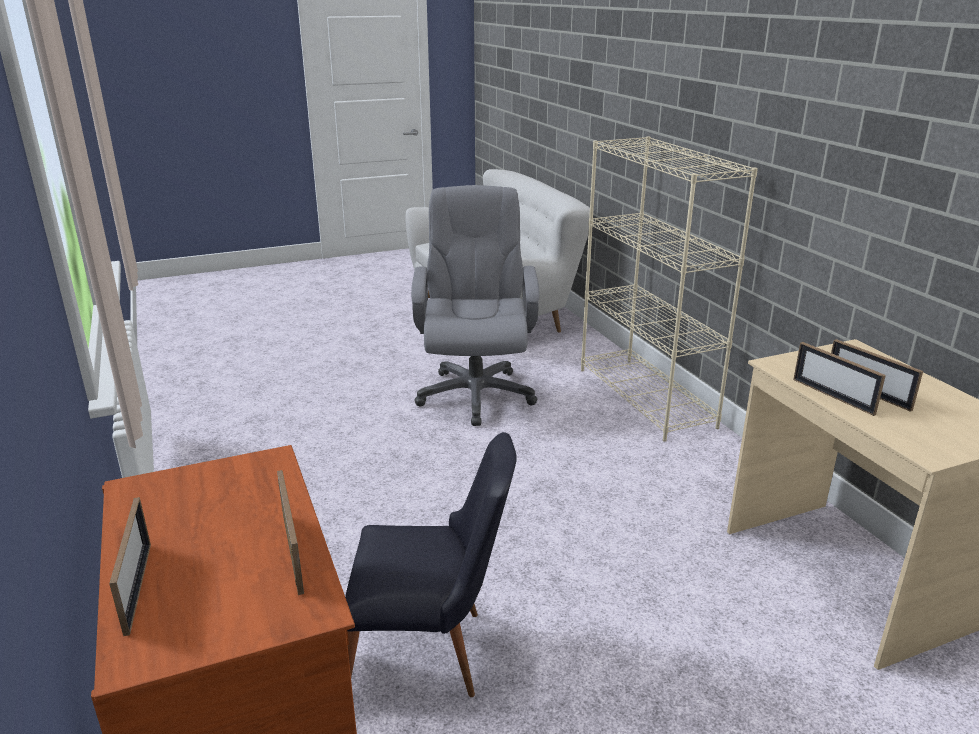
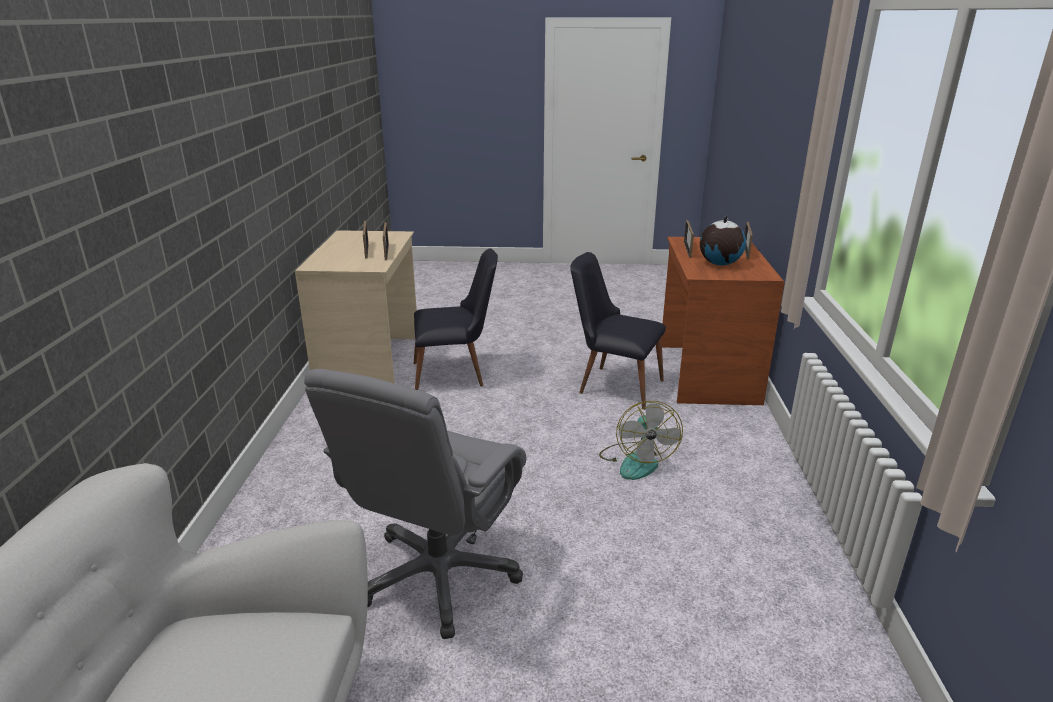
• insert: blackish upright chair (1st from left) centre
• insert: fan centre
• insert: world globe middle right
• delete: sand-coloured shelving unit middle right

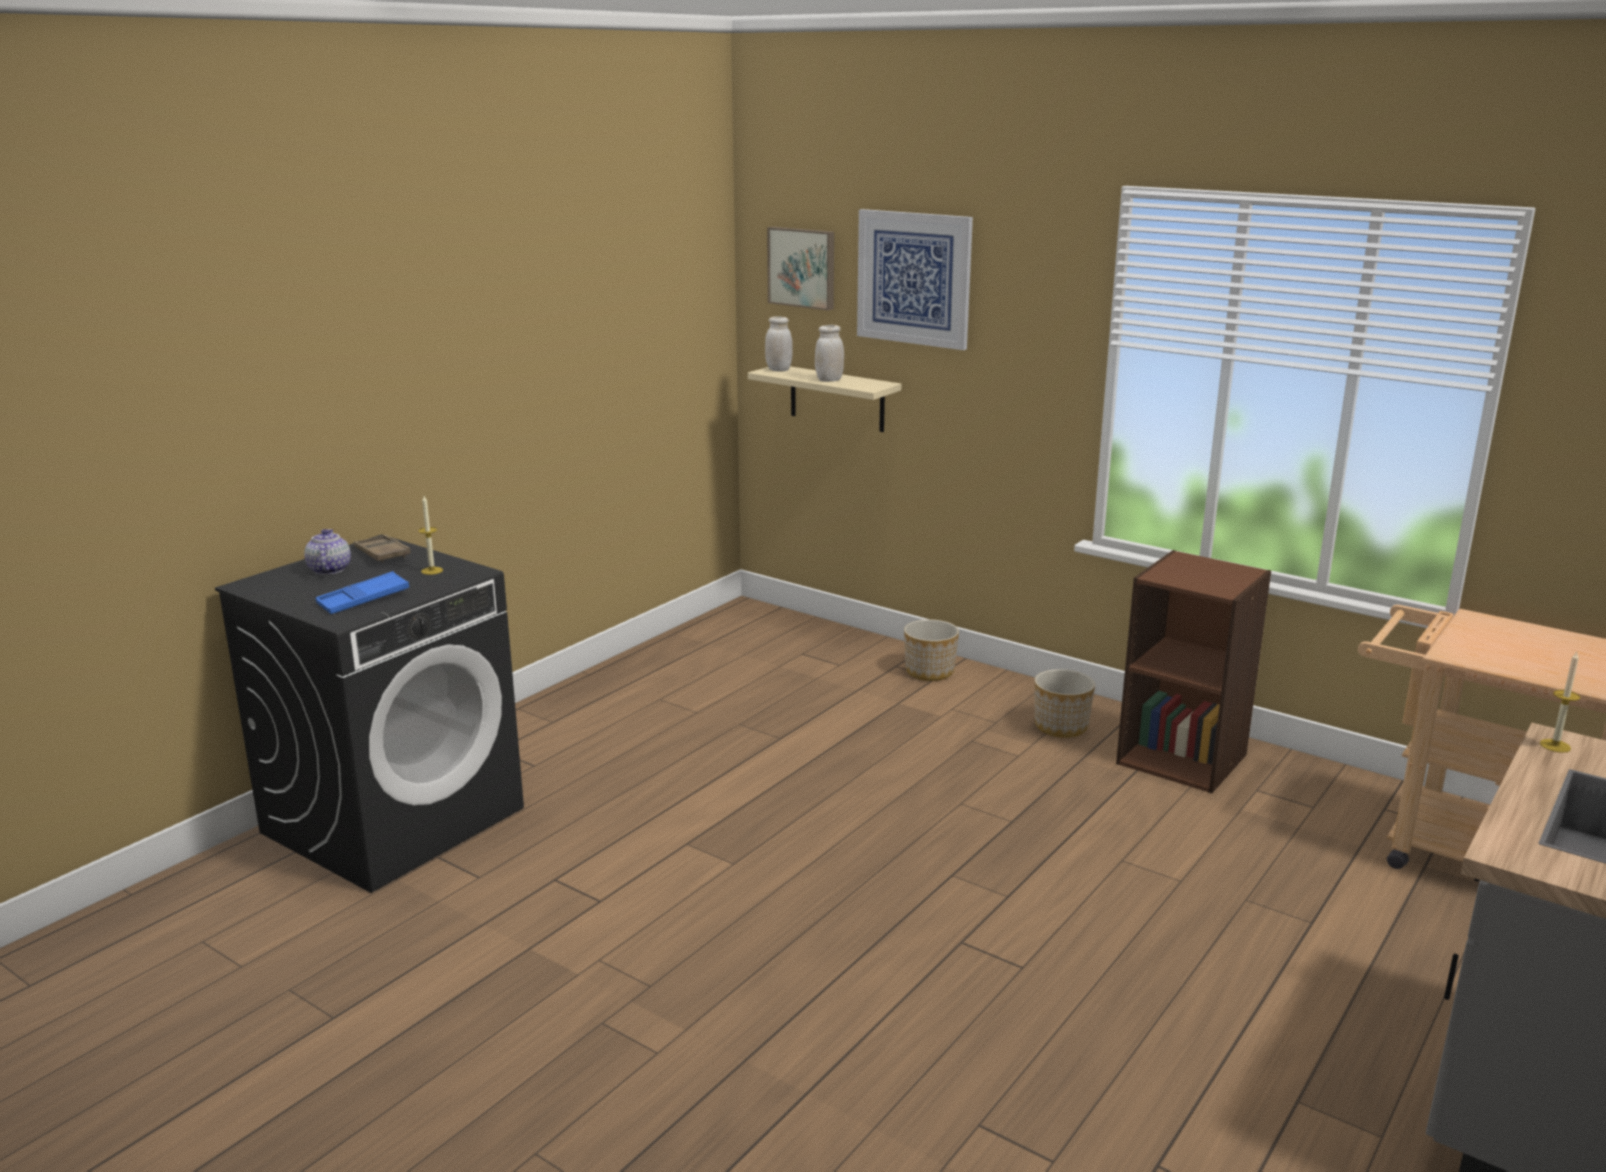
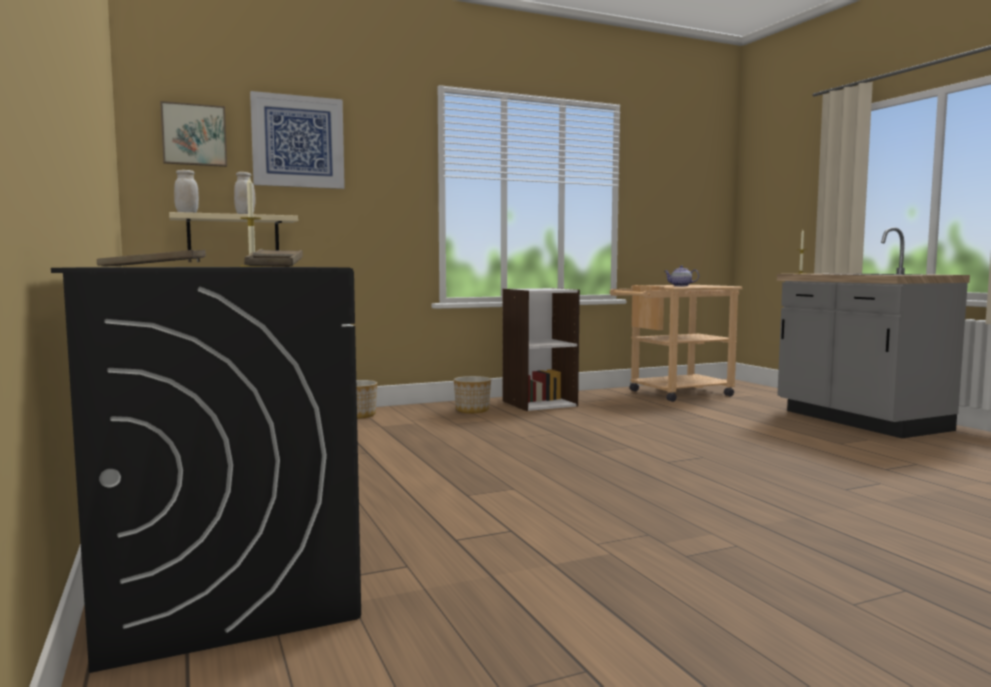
• recolor: blue tray middle left to brownish tray (2nd from left) middle left
• recolor: brownish shelving unit middle right to white shelving unit centre
• move: pot for tea middle left to middle right

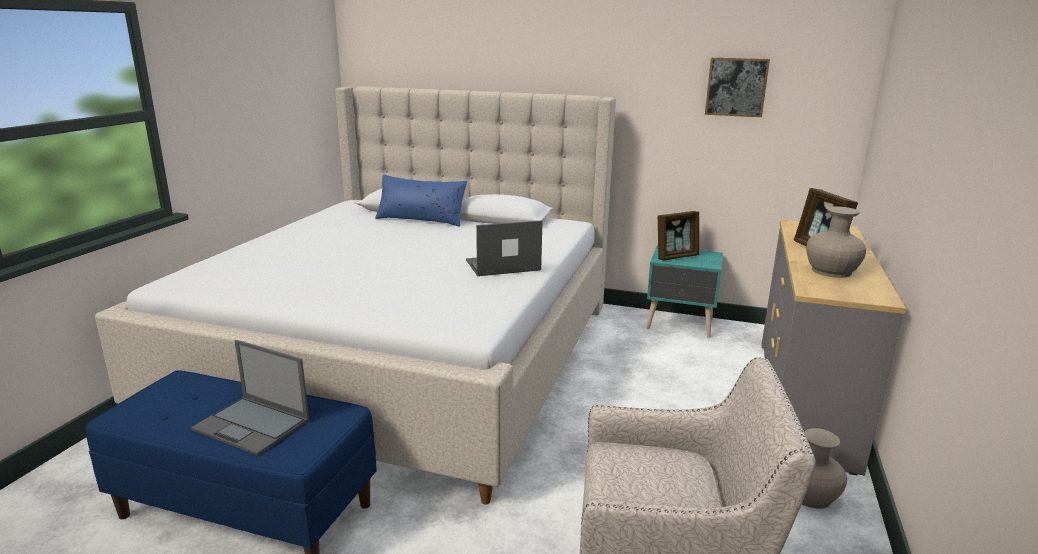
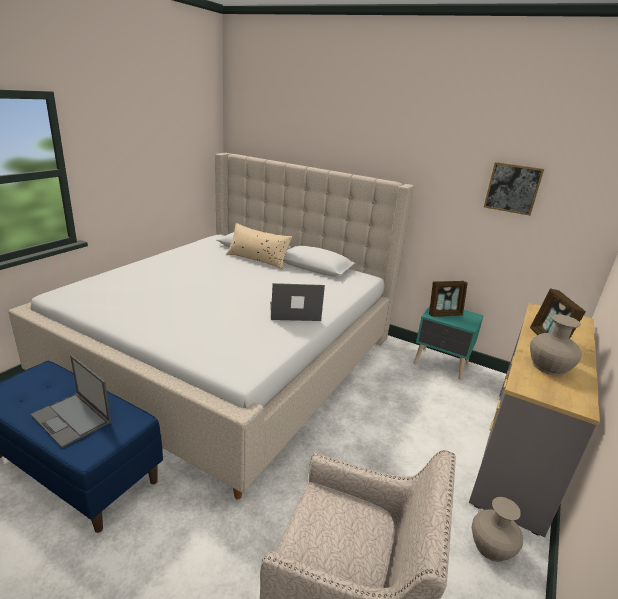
• recolor: blue throw pillow centre to sand-coloured throw pillow centre

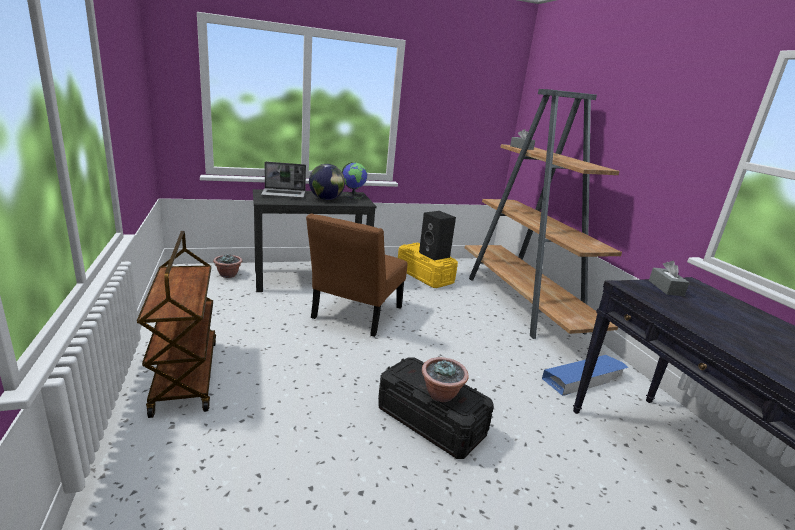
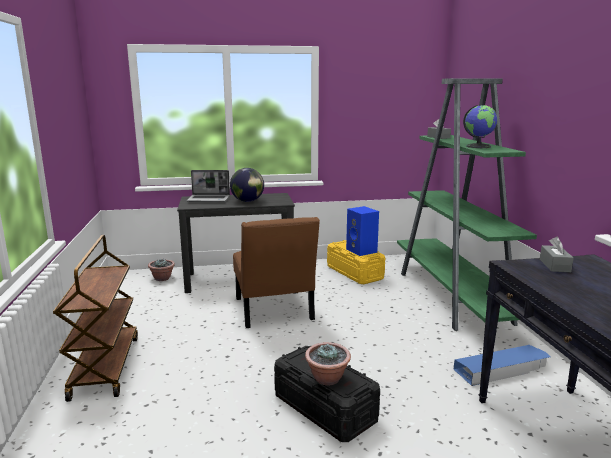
• rotate: brownish upright chair centre = centre 45 degrees counterclockwise
• recolor: blackish loudspeaker centre to blue loudspeaker centre
• recolor: brownish shelving unit middle right to greenish shelving unit middle right
• move: world globe (2nd from left) centre to top right

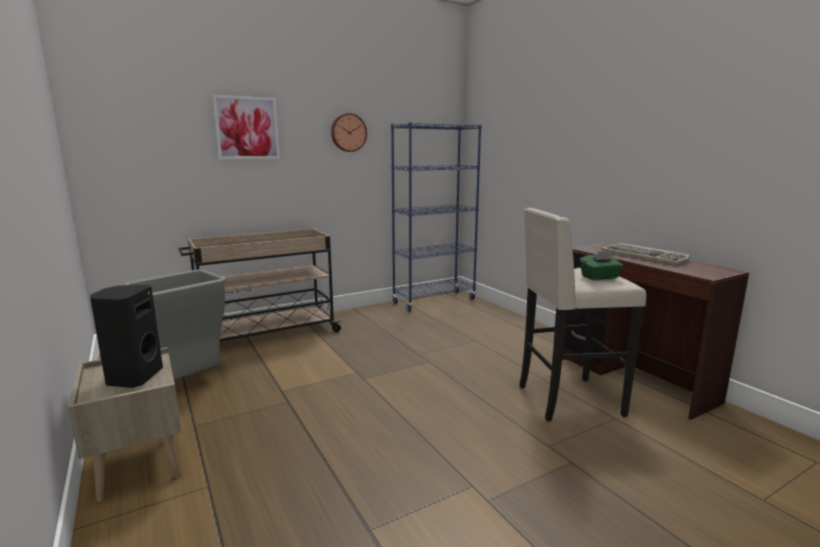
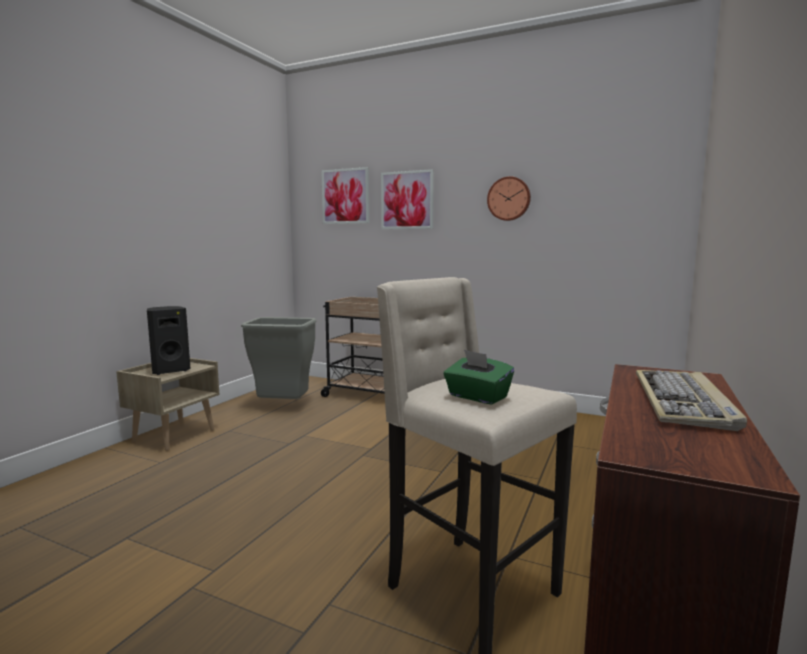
• insert: wall picture (1st from left) top centre
• delete: blue shelving unit centre

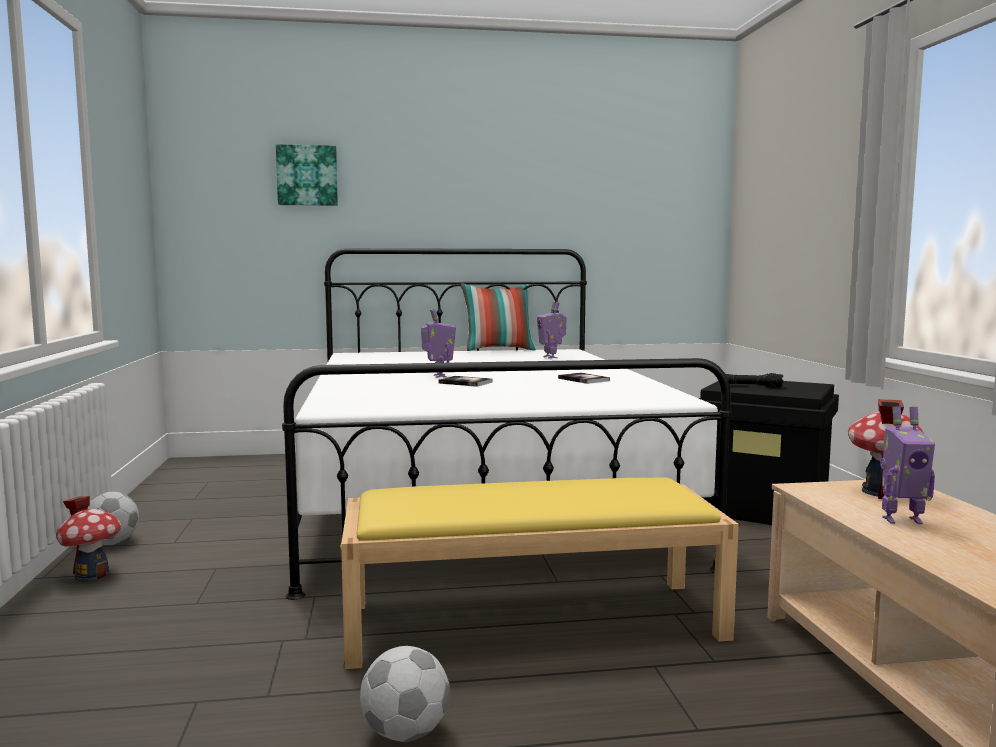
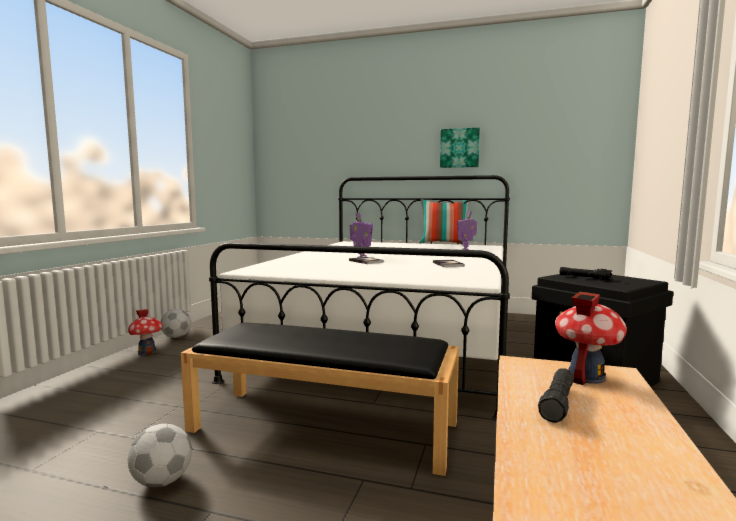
• recolor: yellowish long seat bottom centre to blackish long seat bottom centre
• move: wall picture top left to top centre
• replace: model robot (3rd from left) middle right to blackish flashlight (1st from left) bottom right

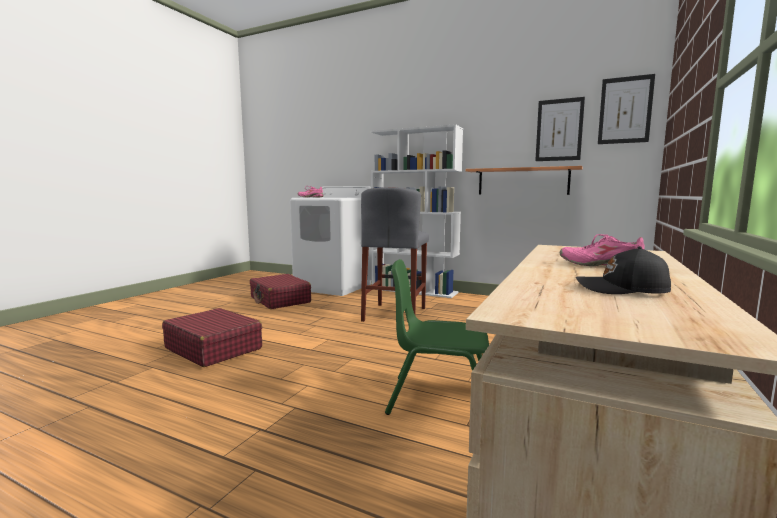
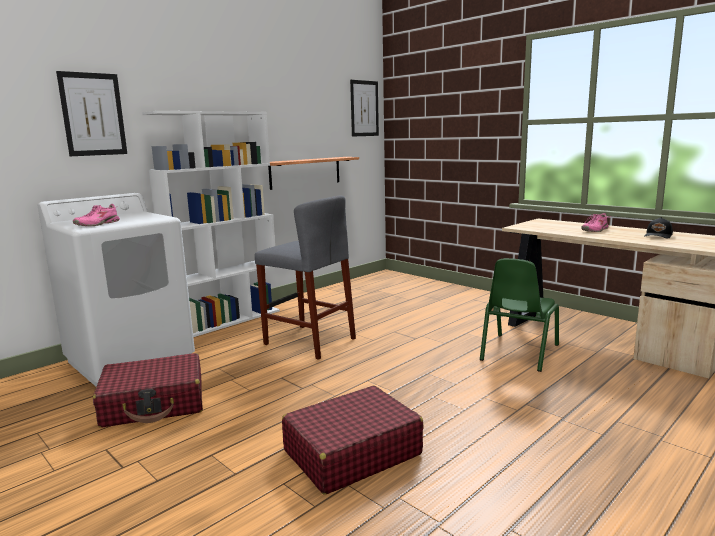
• move: wall picture (1st from left) top right to top left

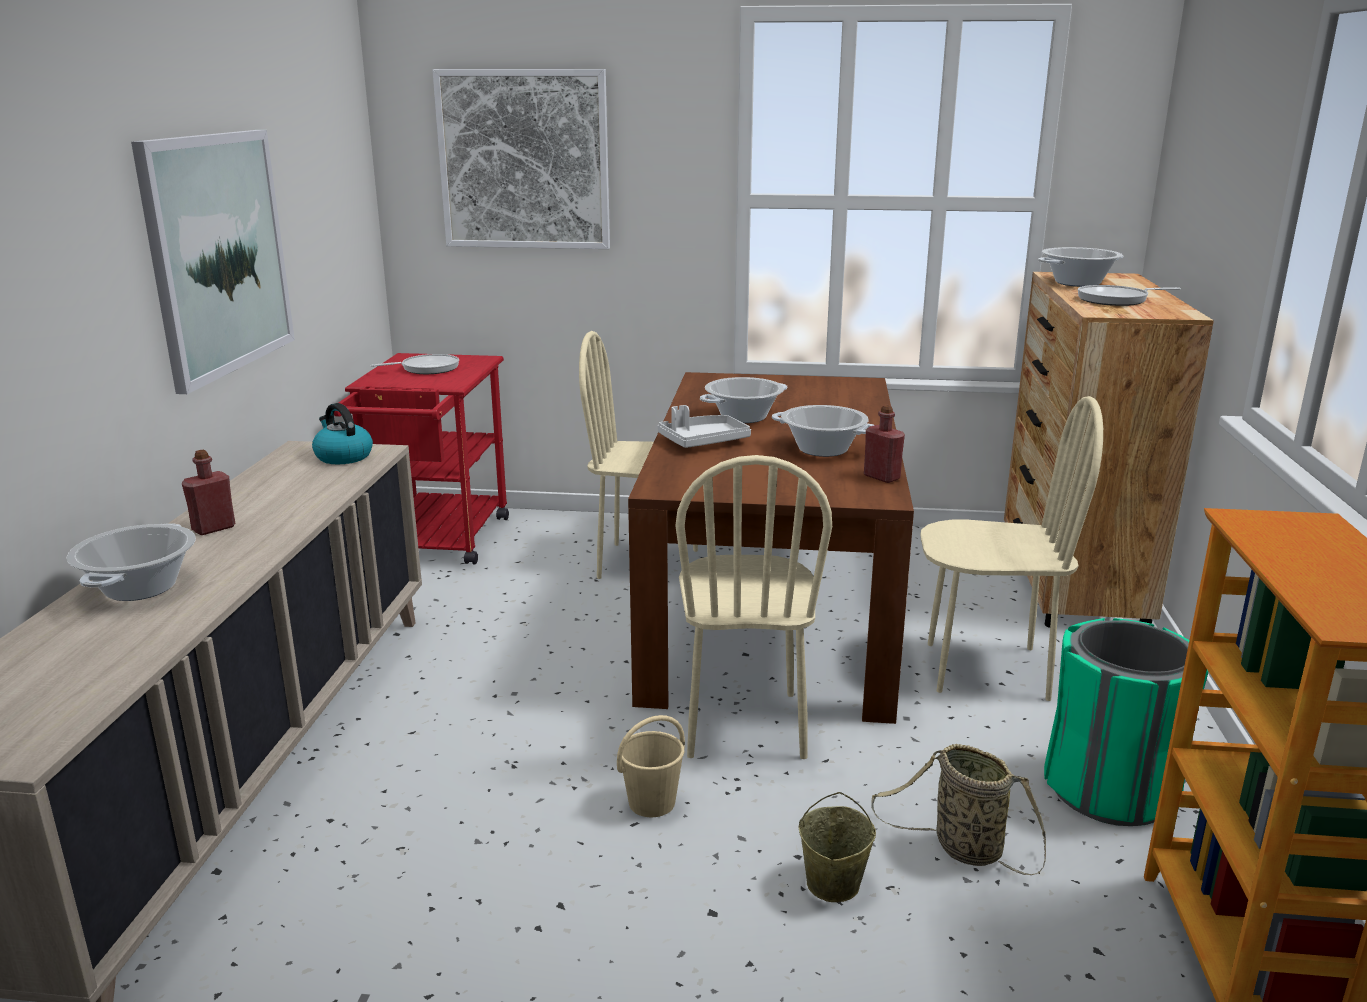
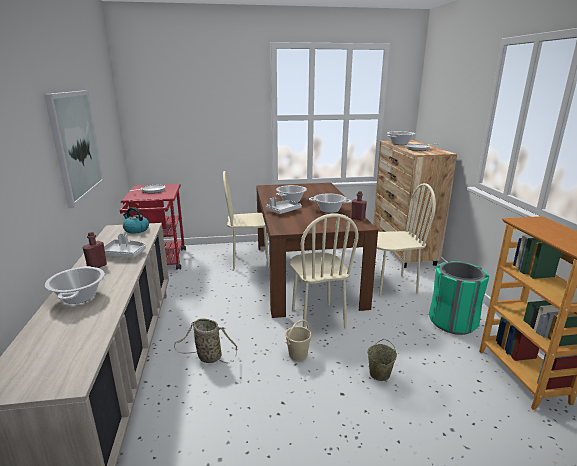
• insert: greyish tray (1st from left) middle left
• move: household basket bottom right to bottom centre
• delete: wall picture (2nd from left) top centre

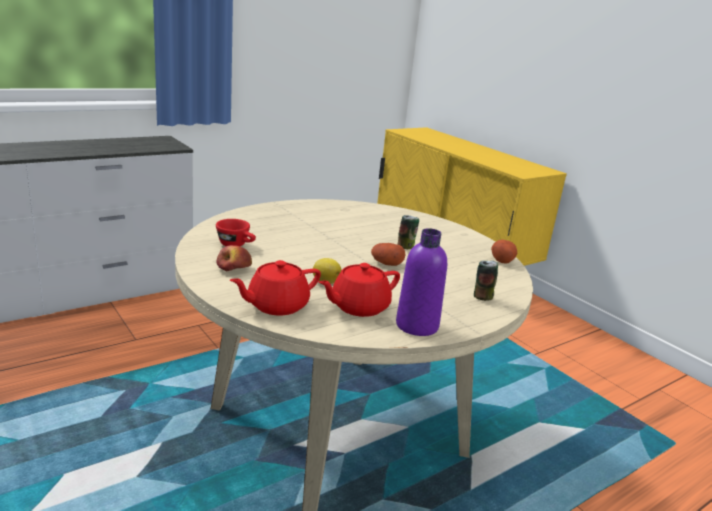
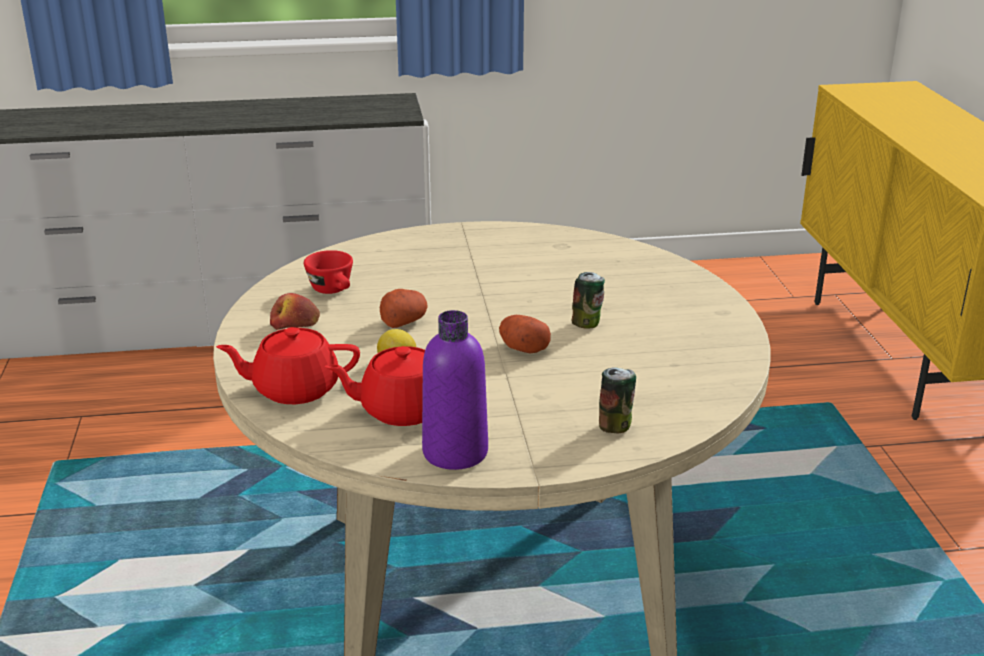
• move: potato (2nd from left in the first image) middle right to potato (1st from left) centre

